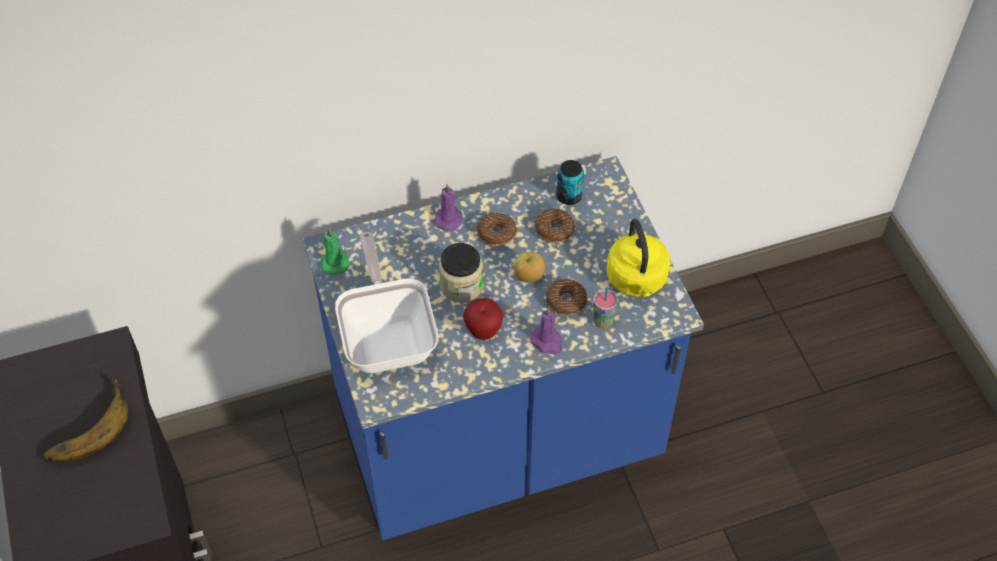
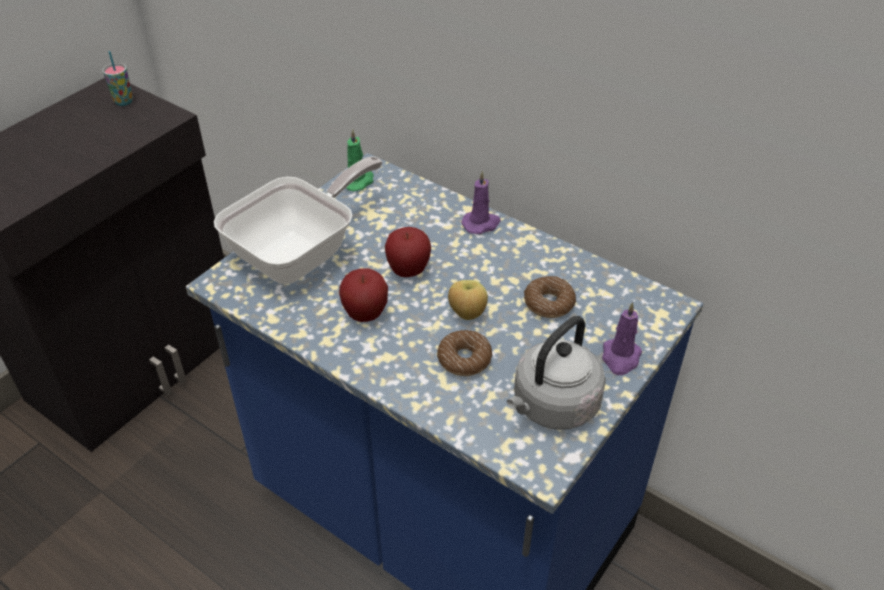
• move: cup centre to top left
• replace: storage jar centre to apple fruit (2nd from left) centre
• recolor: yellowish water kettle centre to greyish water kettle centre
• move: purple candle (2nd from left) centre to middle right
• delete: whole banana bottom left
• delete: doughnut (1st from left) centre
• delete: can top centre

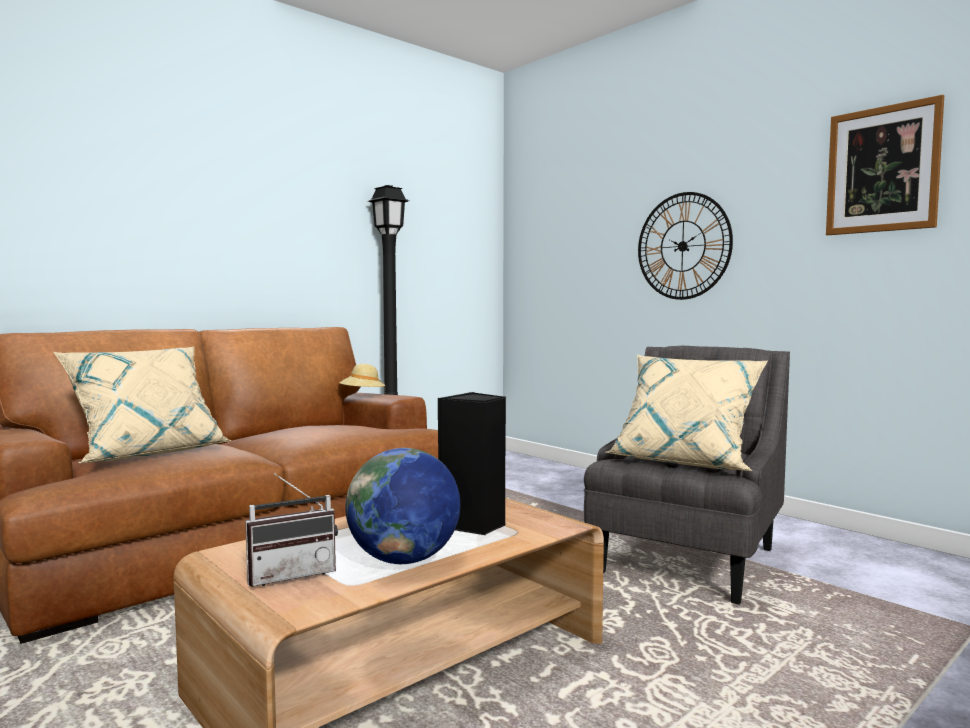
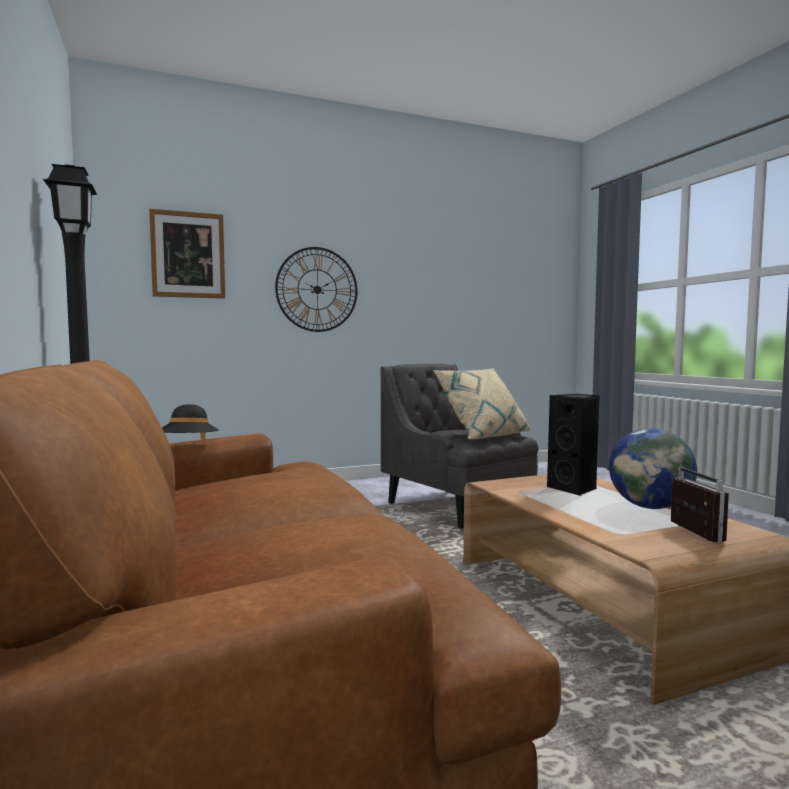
• move: wall picture top right to top left
• recolor: sand-coloured clothing hat centre to blackish clothing hat middle left
• delete: sand-coloured throw pillow (1st from left) middle left

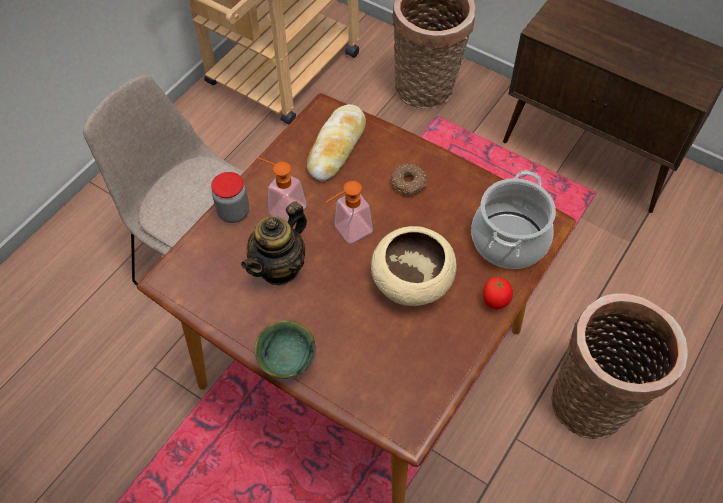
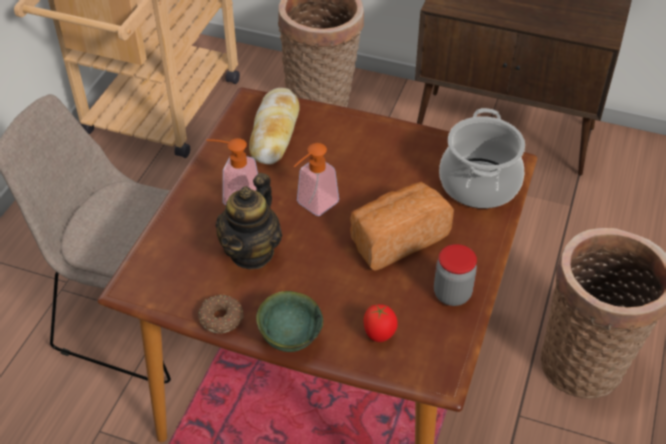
• move: doughnut centre to bottom left
• replace: sand-coloured deep dish centre to bread (2nd from left) centre
• move: fresh tomato middle right to bottom centre
• move: storage jar middle left to middle right

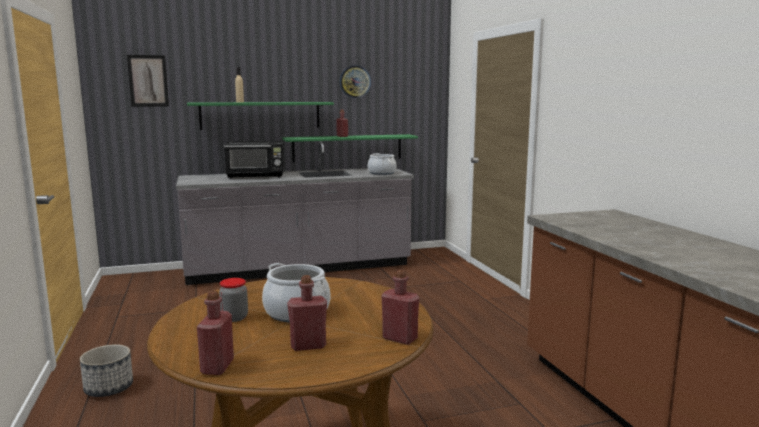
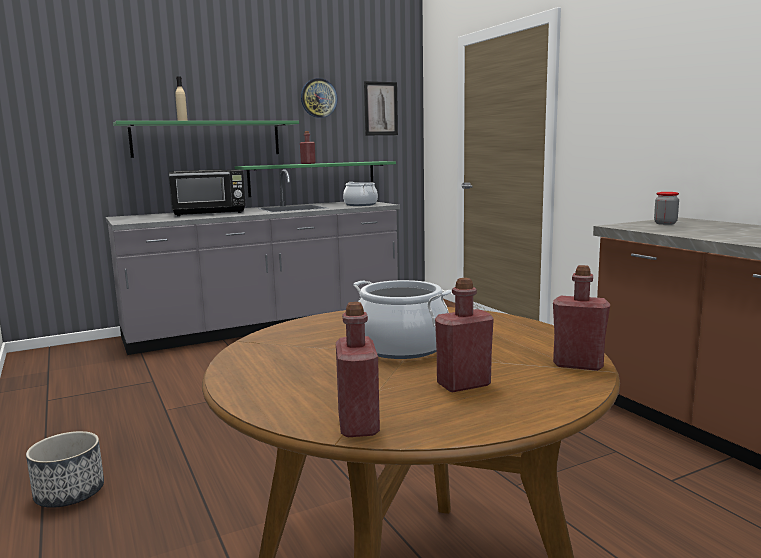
• move: wall picture top left to top centre
• move: storage jar bottom left to middle right

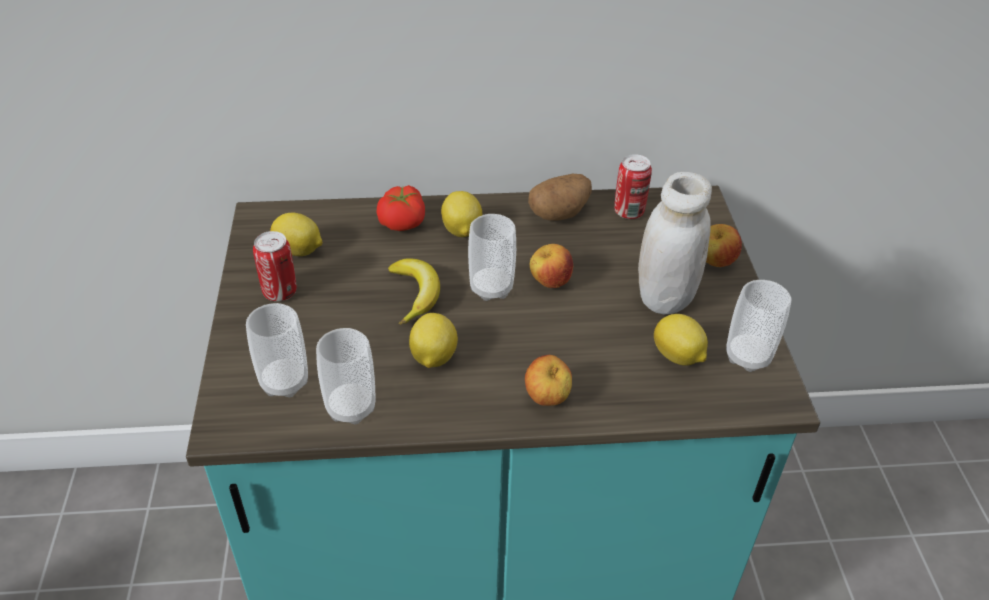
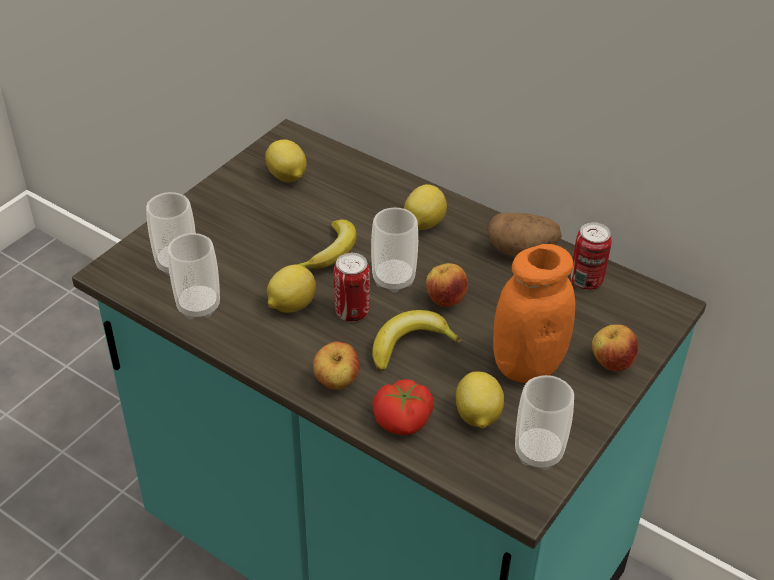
• move: can (1st from left) middle left to centre
• insert: whole banana (2nd from left) centre
• move: fresh tomato centre to bottom centre
• recolor: white storage jar middle right to orange storage jar middle right

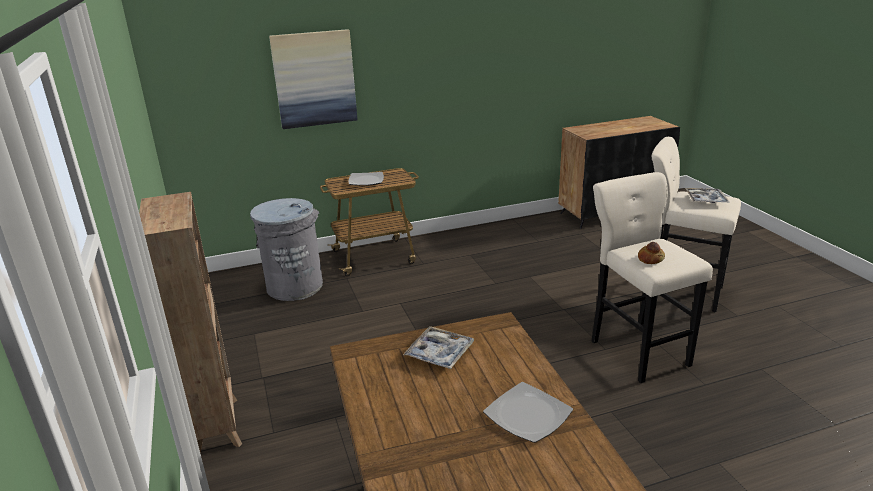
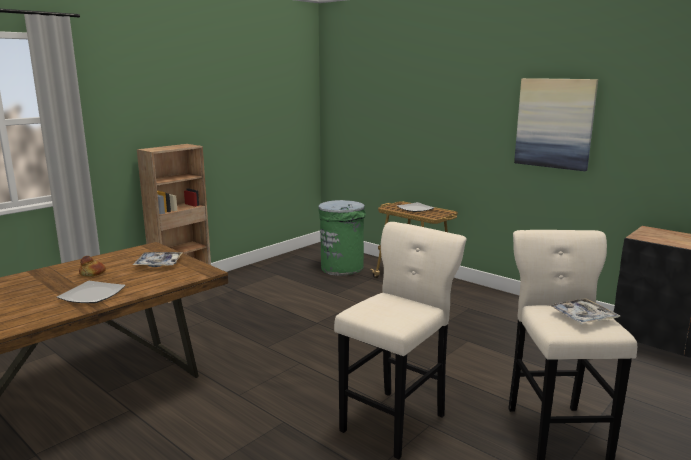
• move: bread middle right to middle left
• recolor: greyish waste bin middle left to greenish waste bin centre
• move: wall picture top centre to top right

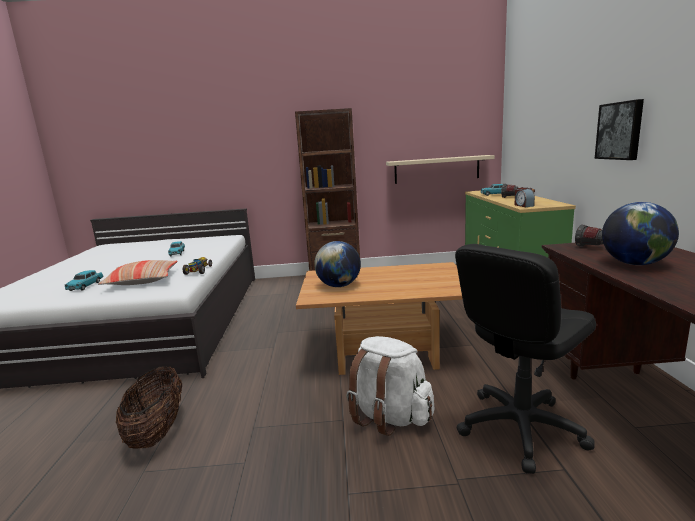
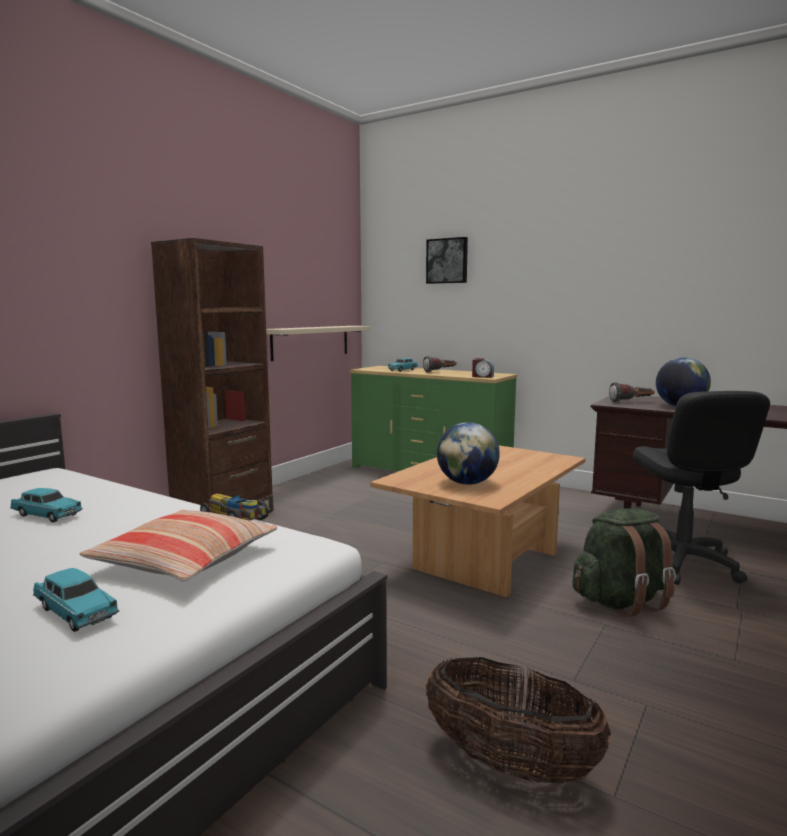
• move: wall picture top right to top centre
• recolor: white knapsack bottom centre to greenish knapsack bottom right

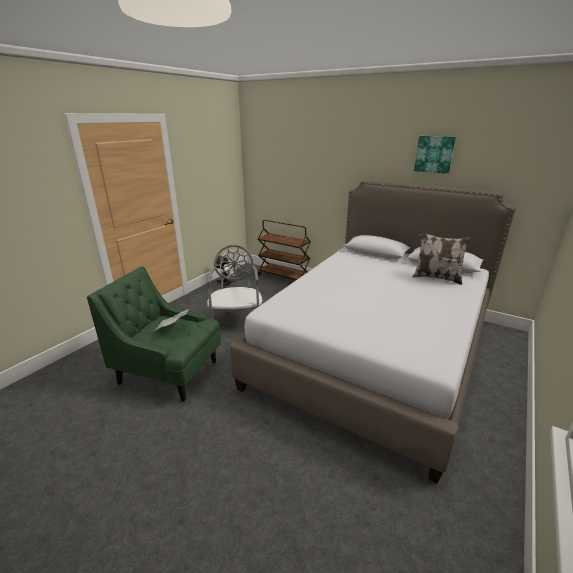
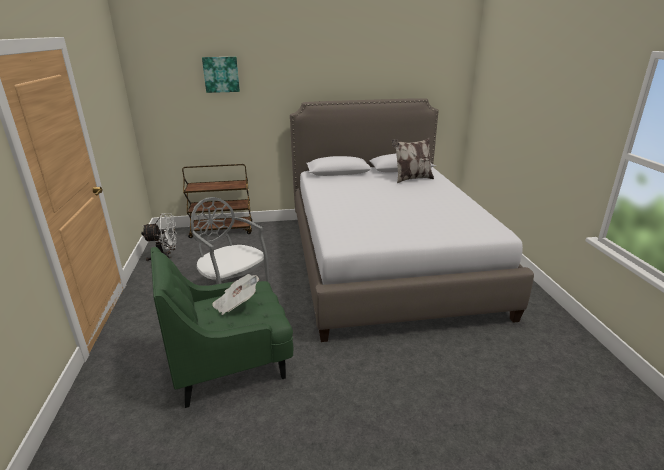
• move: wall picture top right to top left

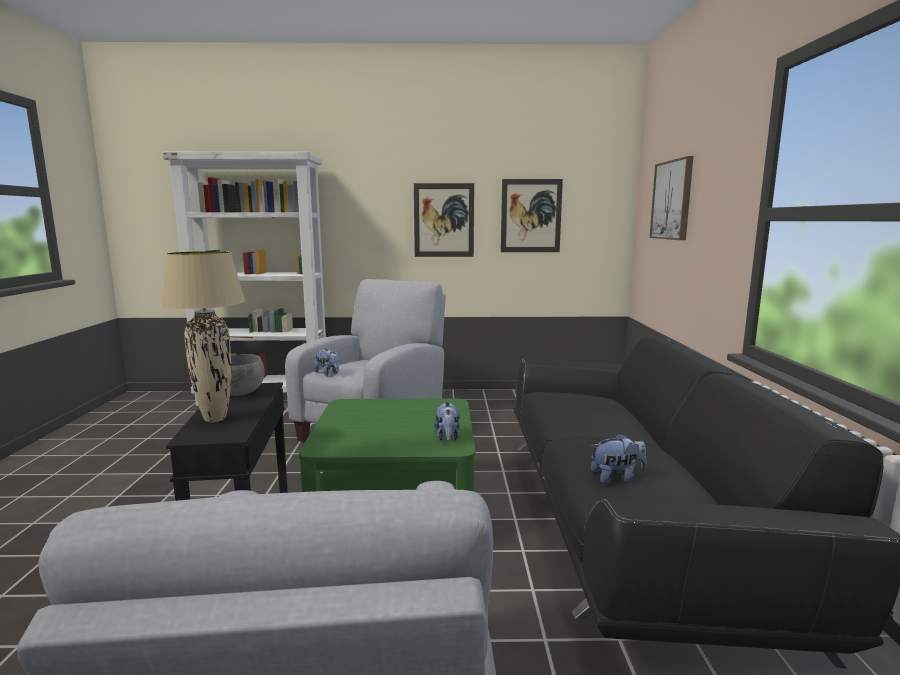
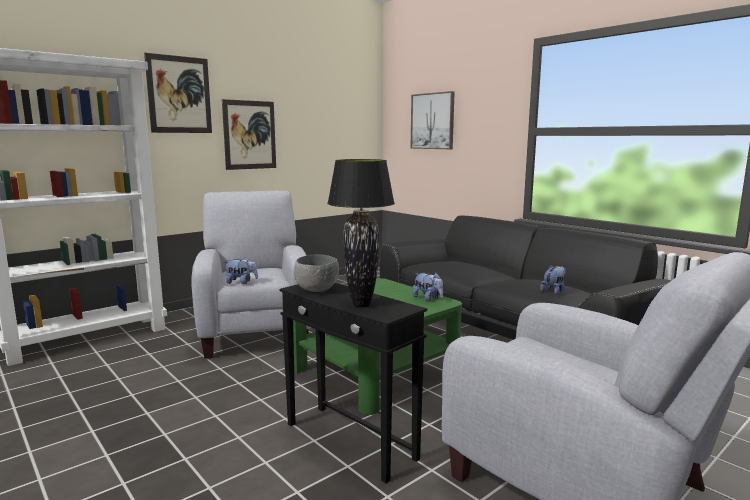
• move: wall picture (2nd from left in the first image) top centre to wall picture (1st from left) top left
• recolor: sand-coloured table lamp middle left to blackish table lamp centre

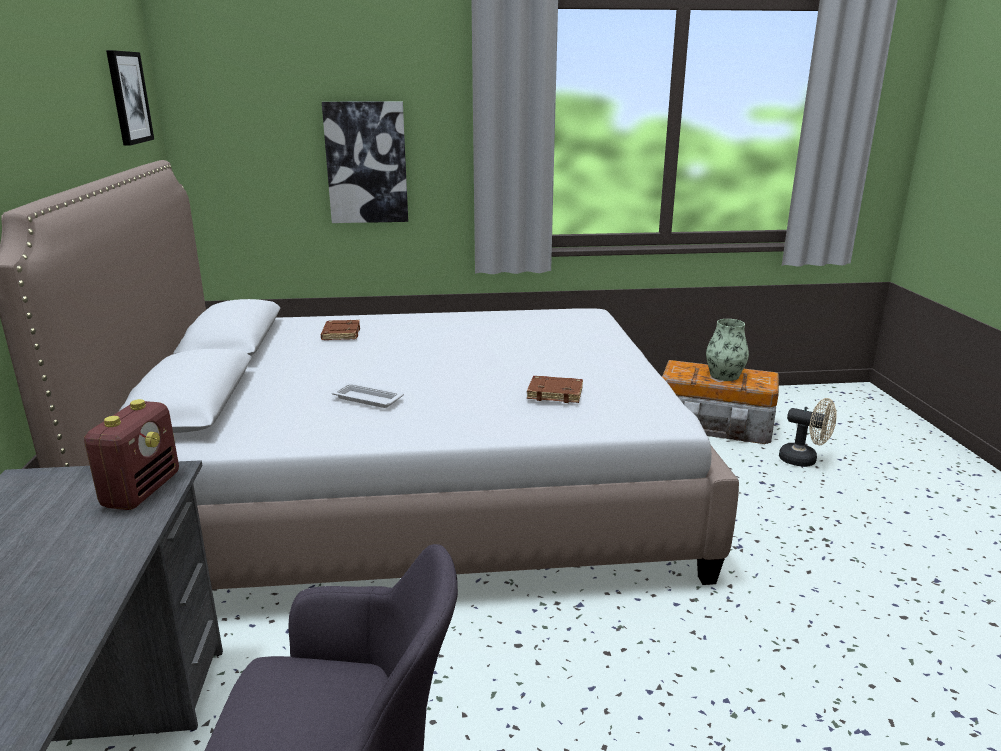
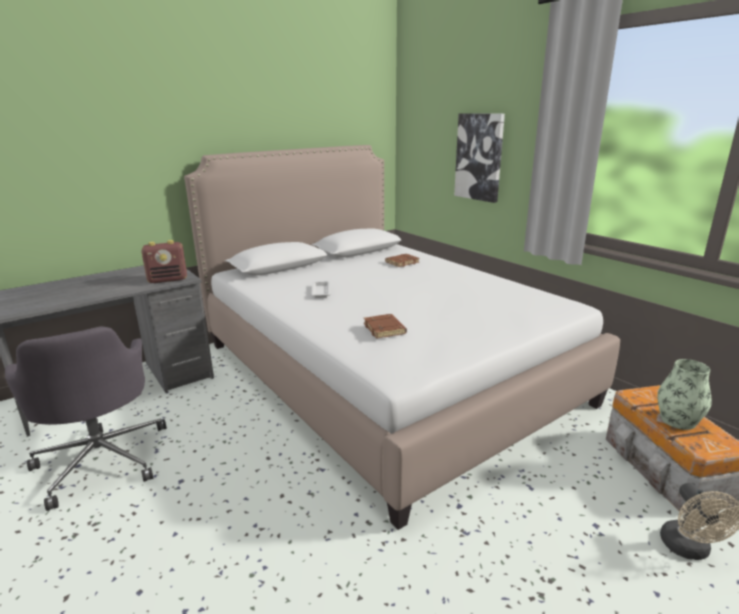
• delete: wall picture (1st from left) top left

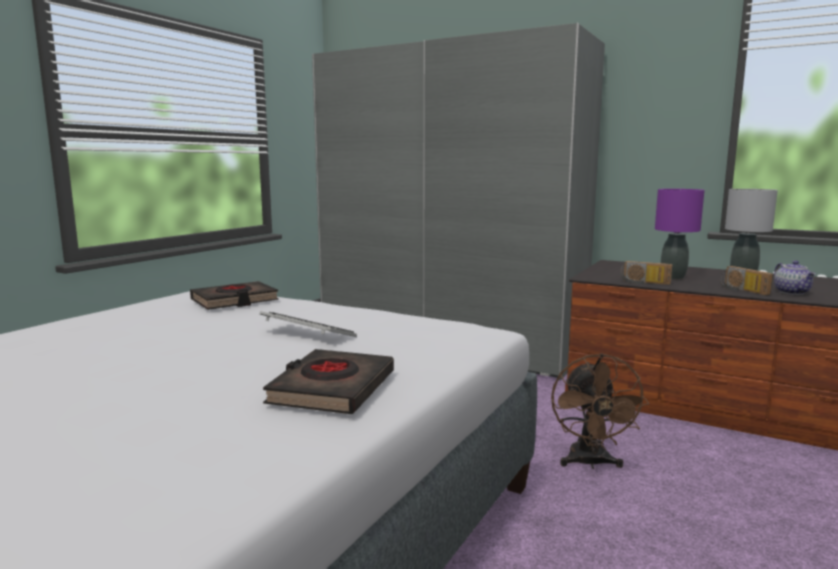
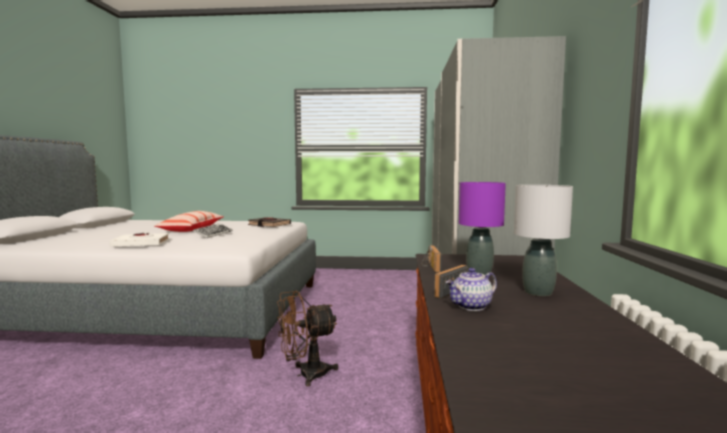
• recolor: blackish book (2nd from left) bottom centre to white book middle left
• insert: throw pillow middle left

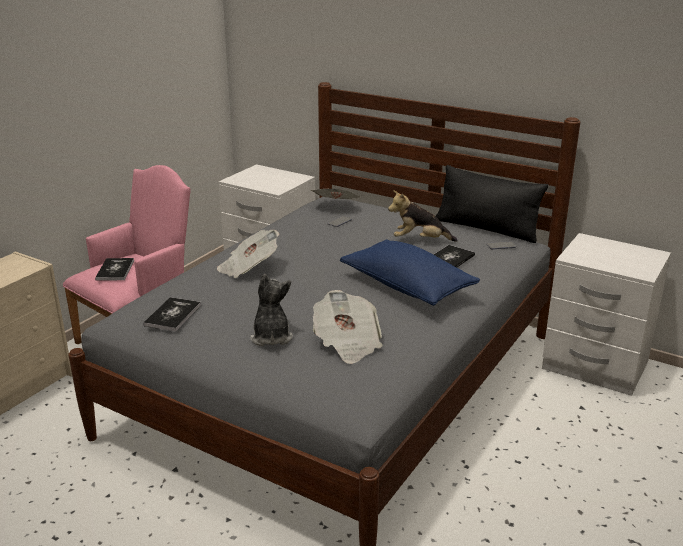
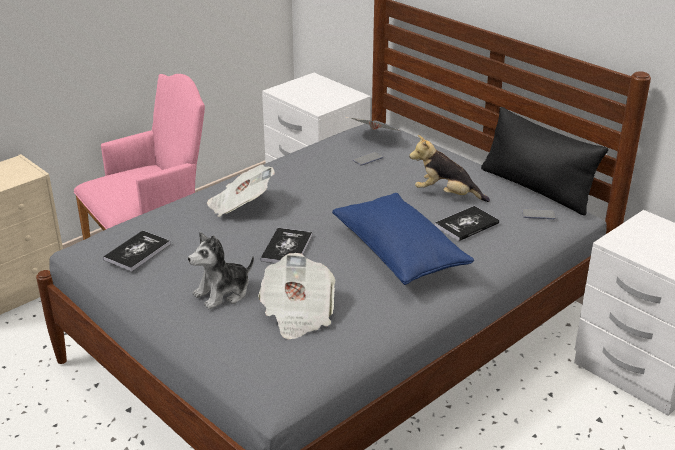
• rotate: soft toy (1st from left) centre = middle left 135 degrees counterclockwise
• move: book (1st from left in the first image) middle left to book (2nd from left) centre

